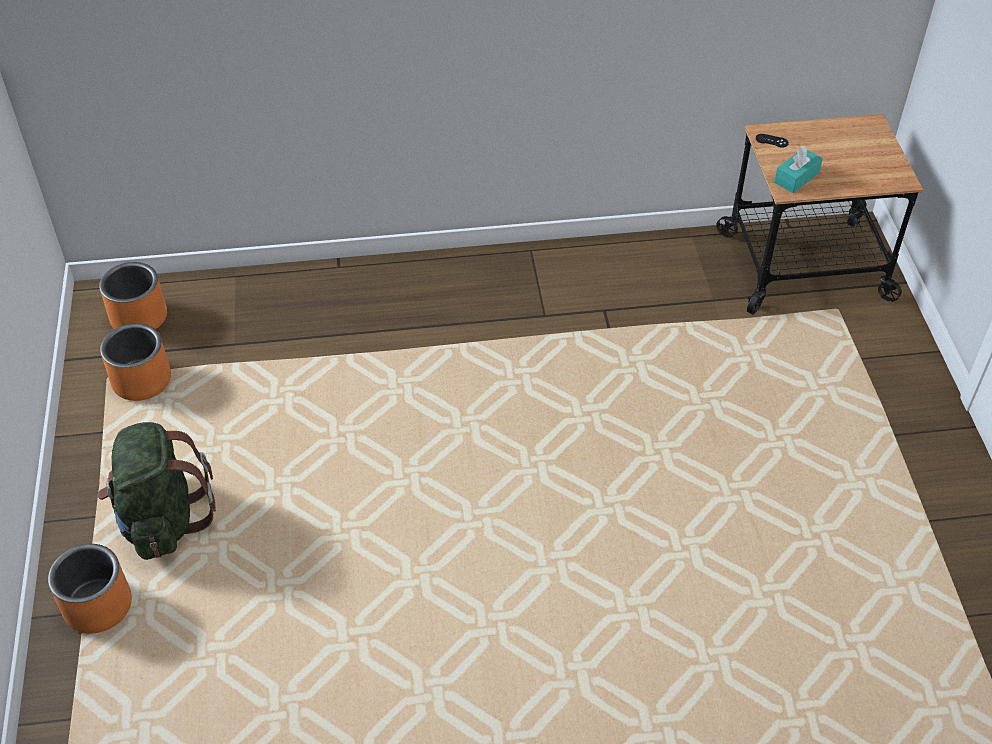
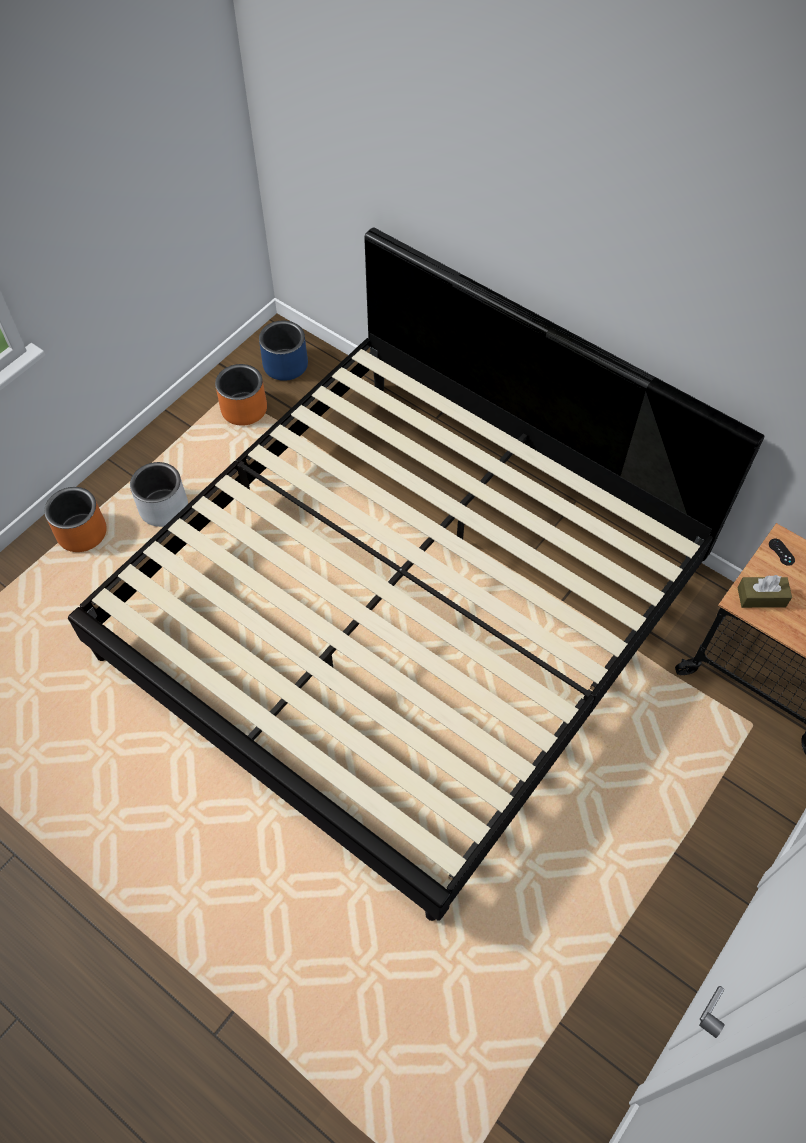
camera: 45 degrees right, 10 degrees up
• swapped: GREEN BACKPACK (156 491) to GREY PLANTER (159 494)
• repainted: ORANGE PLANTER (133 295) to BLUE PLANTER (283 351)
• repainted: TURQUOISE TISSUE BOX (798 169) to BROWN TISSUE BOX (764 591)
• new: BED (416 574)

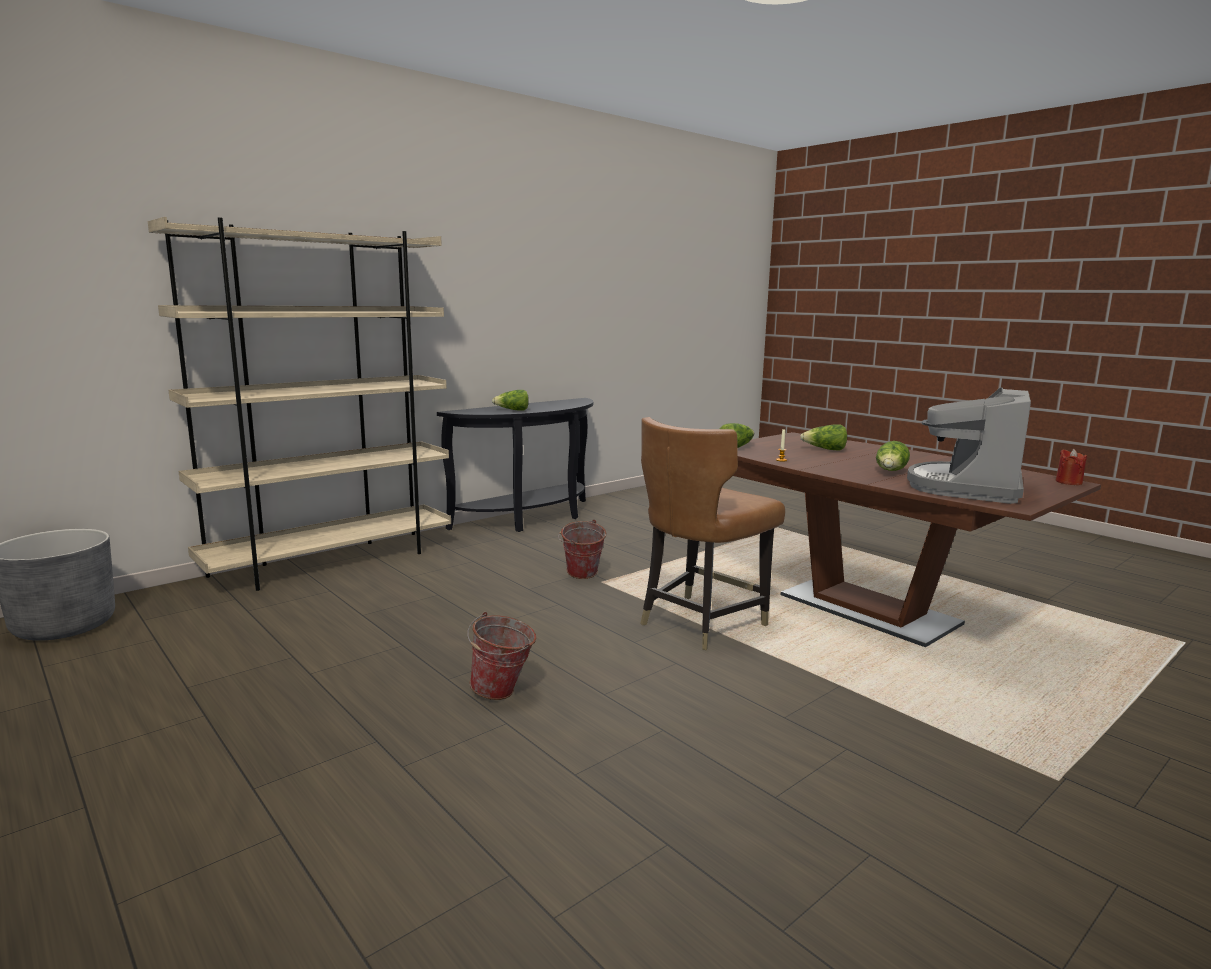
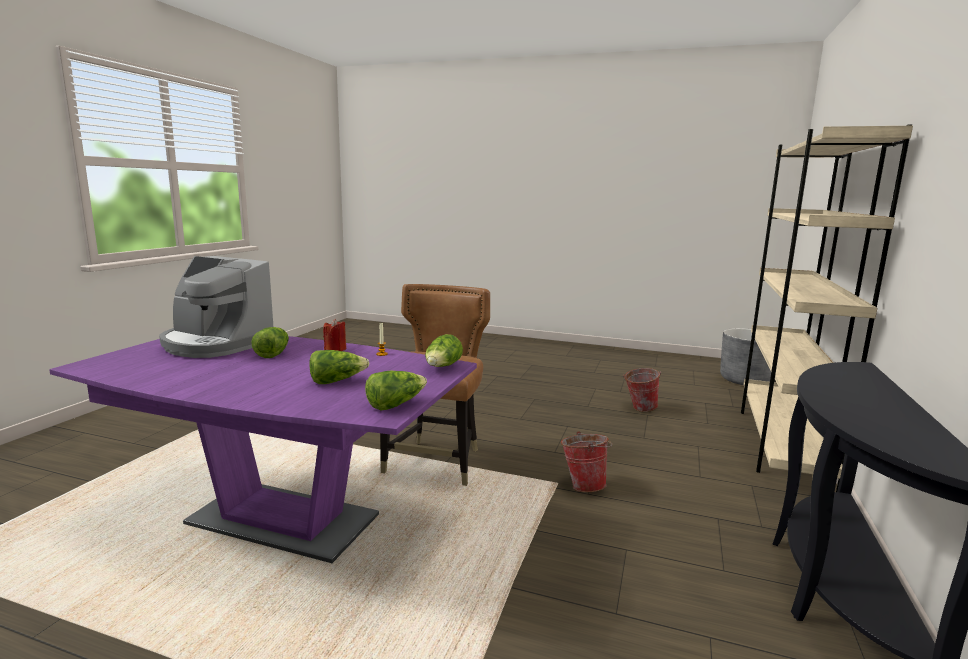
camera: 150 degrees right, 0 degrees up
• shifted: BUCKET (502 656) to (642 390)
• shifted: LETTUCE (510 400) to (396 391)
• repainted: BROWN DINING TABLE (917 539) to PURPLE DINING TABLE (263 449)
• rotated: COFFEE MACHINE (969 446) = (216 307) 120 degrees clockwise
• shifted: RED CANDLE (1071 467) to (334 335)

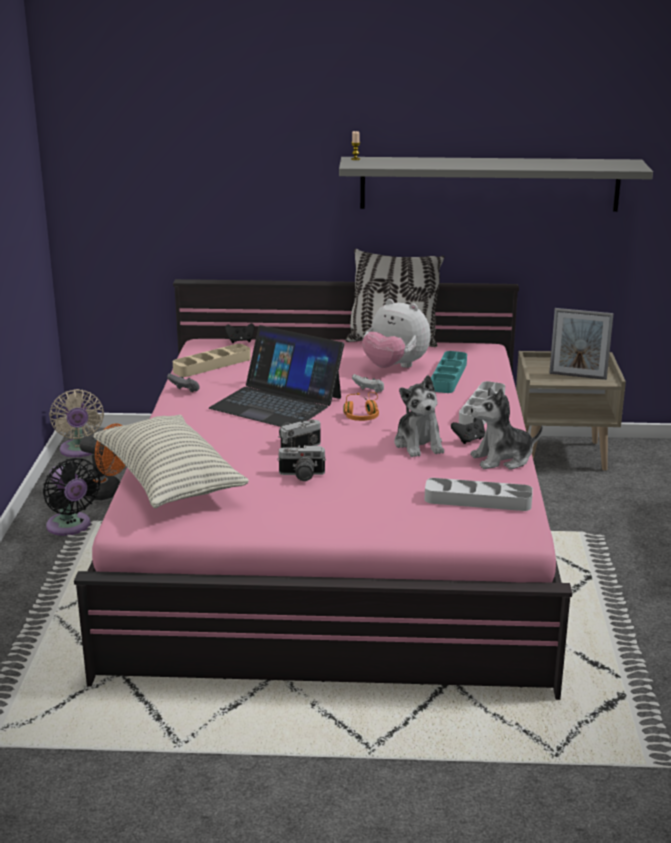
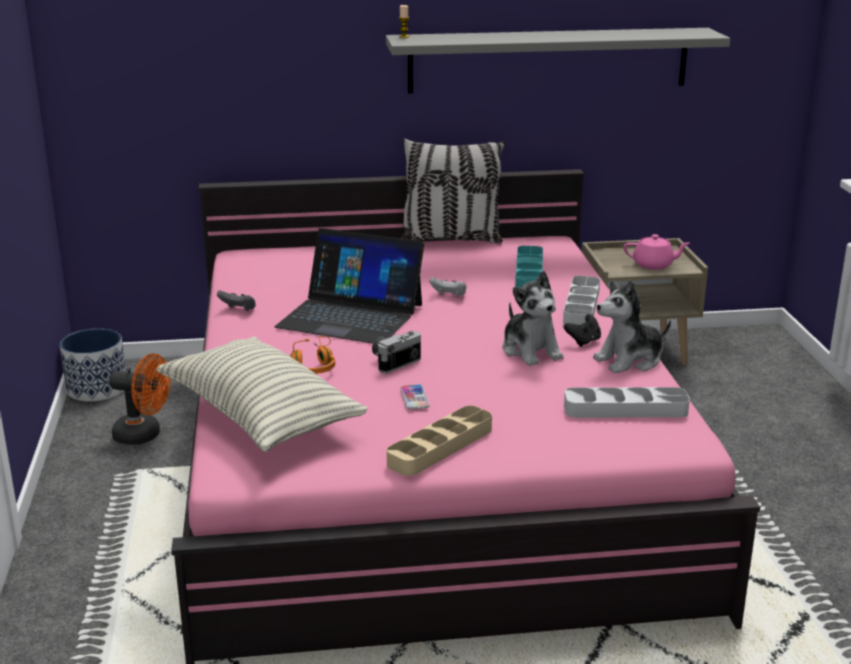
camera: 10 degrees left, 0 degrees up
• gone: BLACK FAN (72 497)
• swapped: BEIGE FAN (76 423) to PLANTER (93 365)
• shifted: BEIGE TRAY (212 360) to (439 440)
• gone: BLACK GAME CONTROLLER (240 333)
• swapped: PHOTO CAMERA (301 463) to PHONE (415 396)
• shifted: ORANGE HEADPHONES (361 406) to (312 355)
• gone: PLUSH TOY (396 333)
• swapped: PICTURE FRAME (581 344) to PINK TEAPOT (656 252)

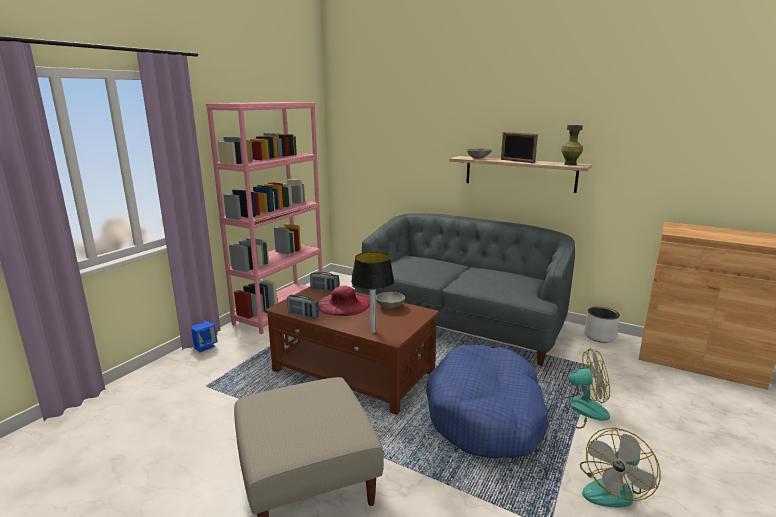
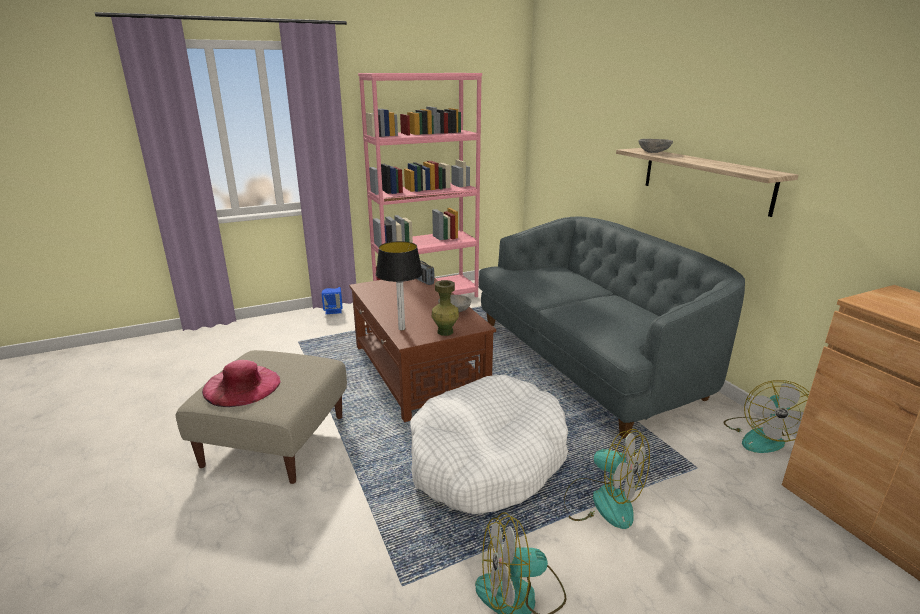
camera: 35 degrees right, 5 degrees up
• gone: RADIO (303 307)
• shifted: PINK HAT (344 301) to (241 383)
• repainted: BLUE DOG BED (487 402) to WHITE DOG BED (489 444)
• gone: PICTURE FRAME (519 147)
• shifted: GREEN VASE (572 145) to (445 308)
• swapped: GREY PLANTER (602 325) to FAN (767 416)

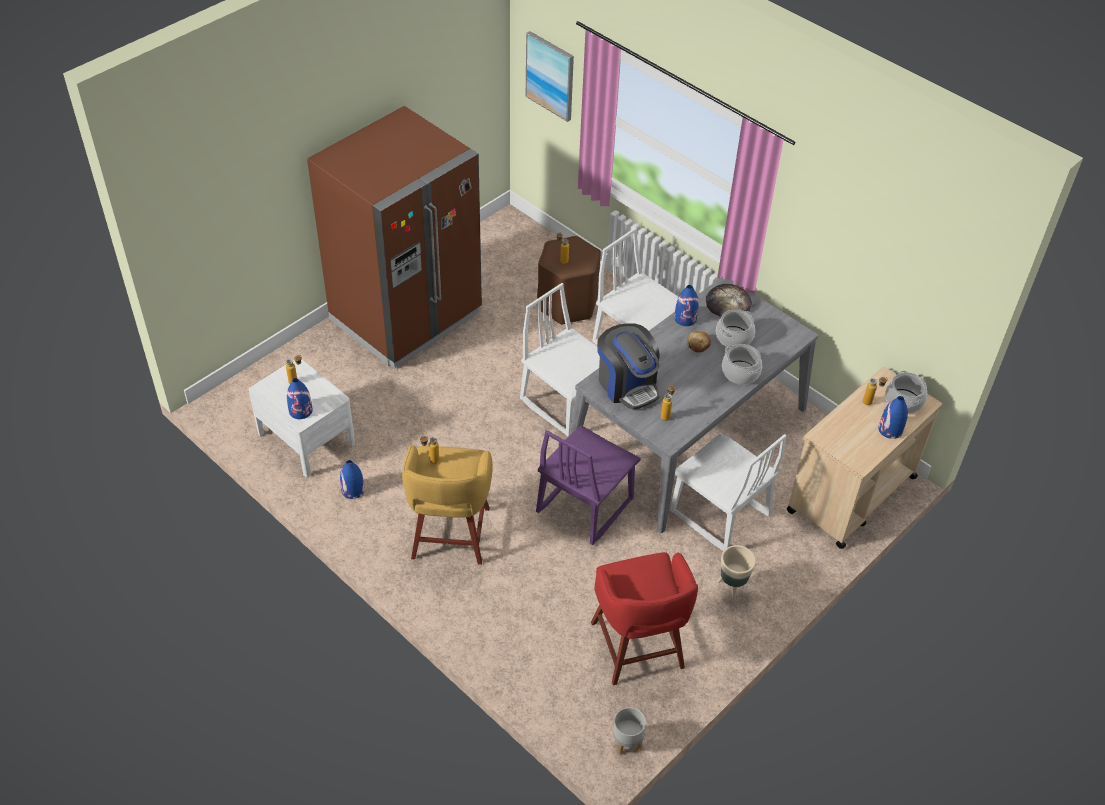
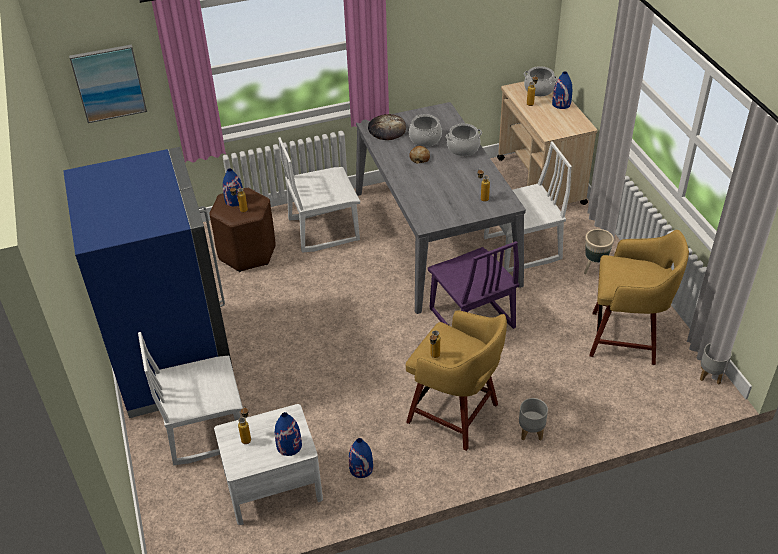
camera: 60 degrees left, 5 degrees down
• repainted: BROWN FRIDGE (394 237) to BLUE FRIDGE (148 282)
• shifted: WHITE CHAIR (560 360) to (190 398)
• repainted: RED STOOL (644 618) to YELLOW STOOL (639 297)
• gone: COFFEE MACHINE (628 366)
• shifted: BLUE VASE (686 305) to (233 187)
• new: GREY PLANTER (533 419)

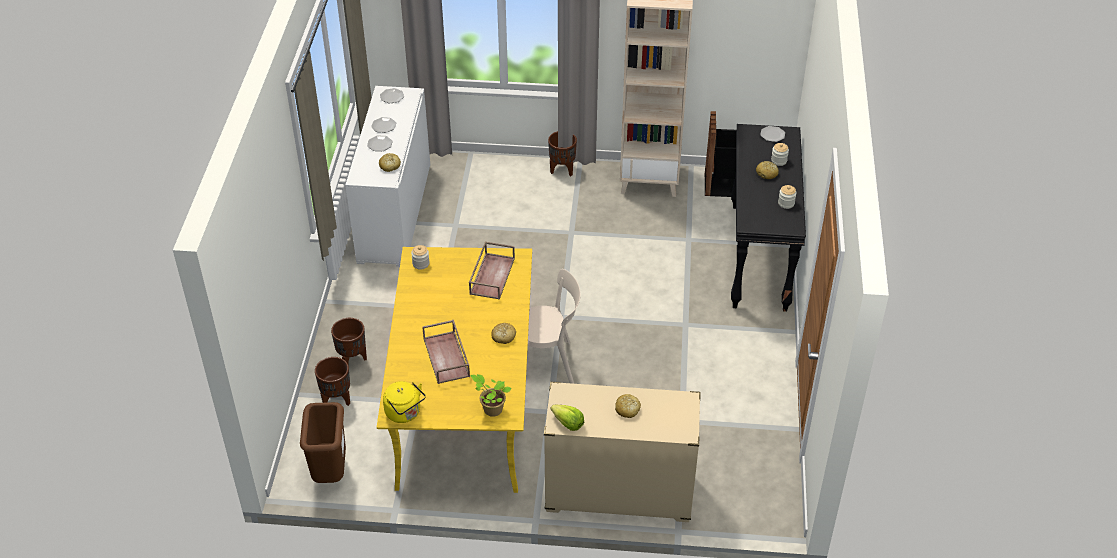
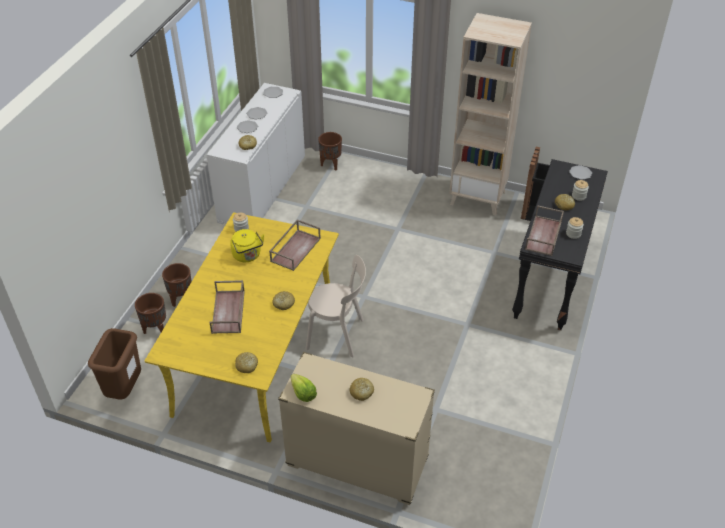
camera: 15 degrees right, 0 degrees up
• shifted: YELLOW KETTLE (404 402) to (247 245)
• swapped: POTTED PLANT (491 395) to BREAD (246 362)
• shifted: BROWN PLANTER (562 153) to (330 151)
• new: BROWN TRAY (544 230)

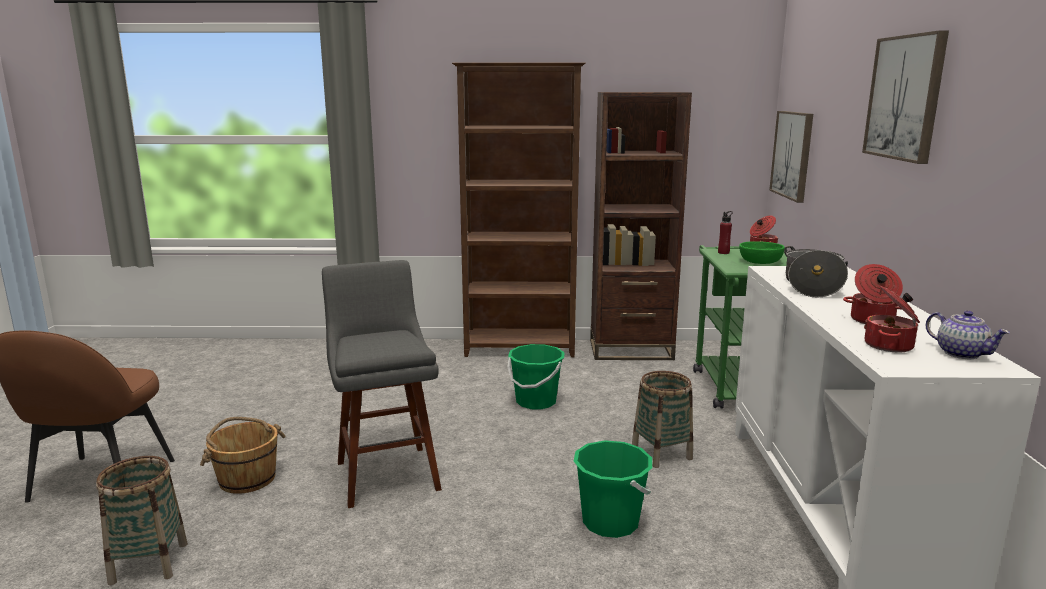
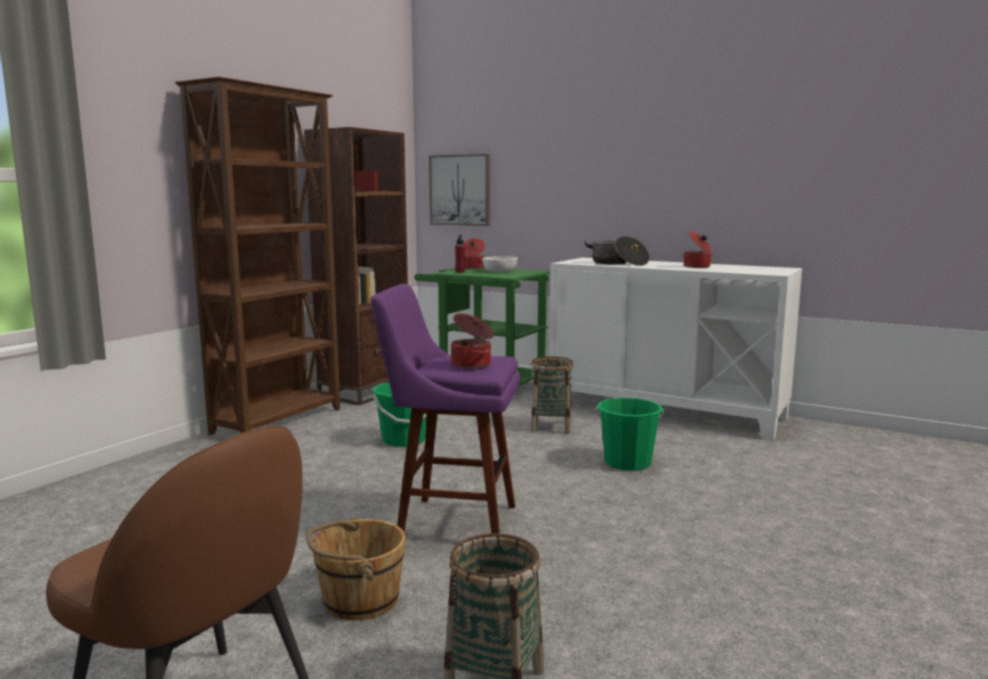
camera: 60 degrees left, 5 degrees down
• repainted: GREY STOOL (382 384) to PURPLE STOOL (445 409)
• repainted: GREEN BOWL (762 252) to WHITE BOWL (500 264)
• gone: PICTURE (905 97)
• shifted: COOKING POT (892 319) to (472 341)
• gone: TEAPOT (968 335)

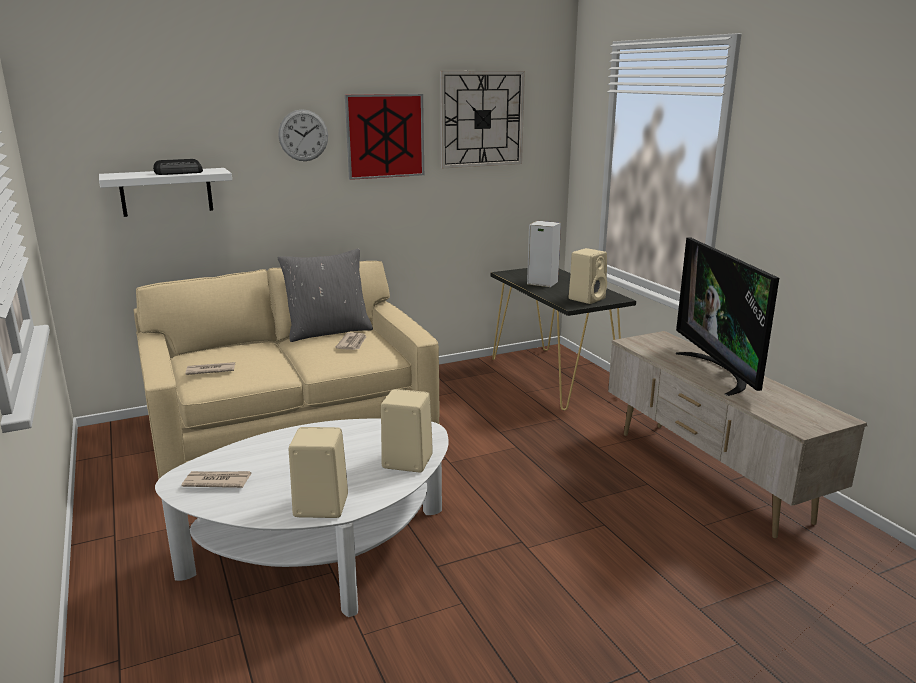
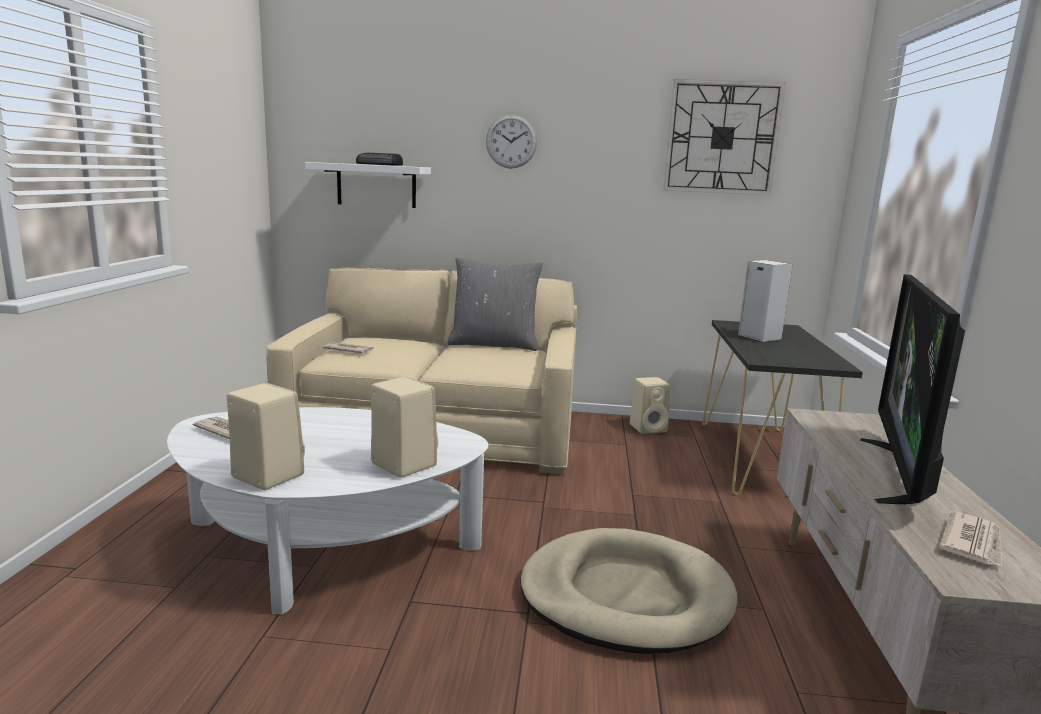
camera: 30 degrees right, 5 degrees down
• shifted: NEWSPAPER (350 341) to (970 539)
• gone: PICTURE (384 137)
• shifted: BEIGE SPEAKER (588 276) to (650 405)
• new: BEIGE DOG BED (628 591)

